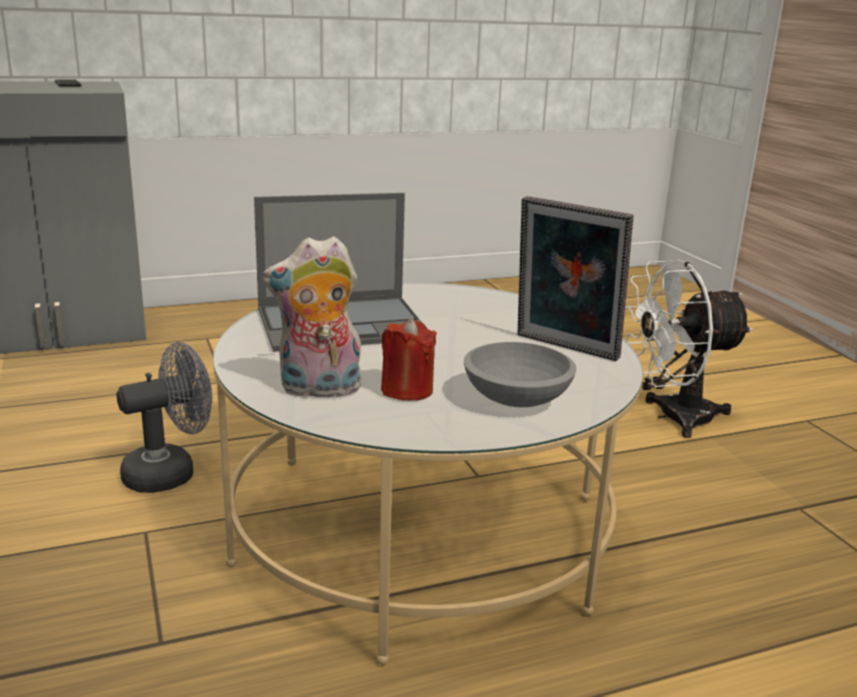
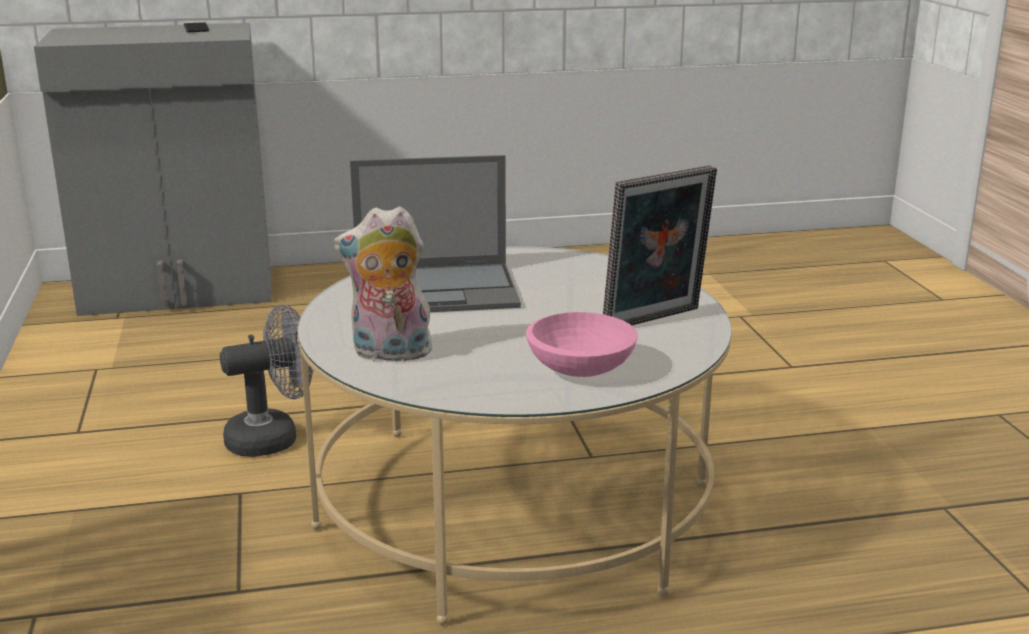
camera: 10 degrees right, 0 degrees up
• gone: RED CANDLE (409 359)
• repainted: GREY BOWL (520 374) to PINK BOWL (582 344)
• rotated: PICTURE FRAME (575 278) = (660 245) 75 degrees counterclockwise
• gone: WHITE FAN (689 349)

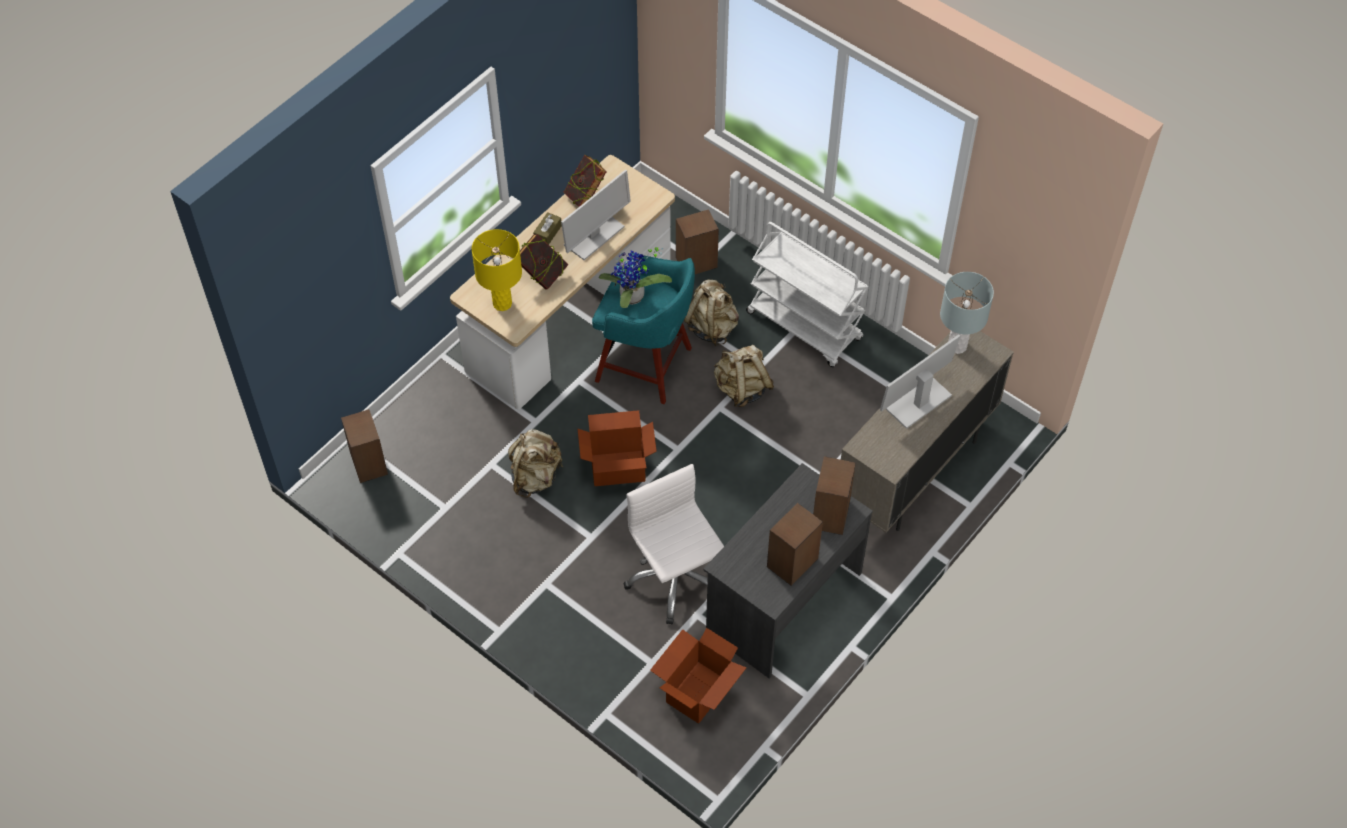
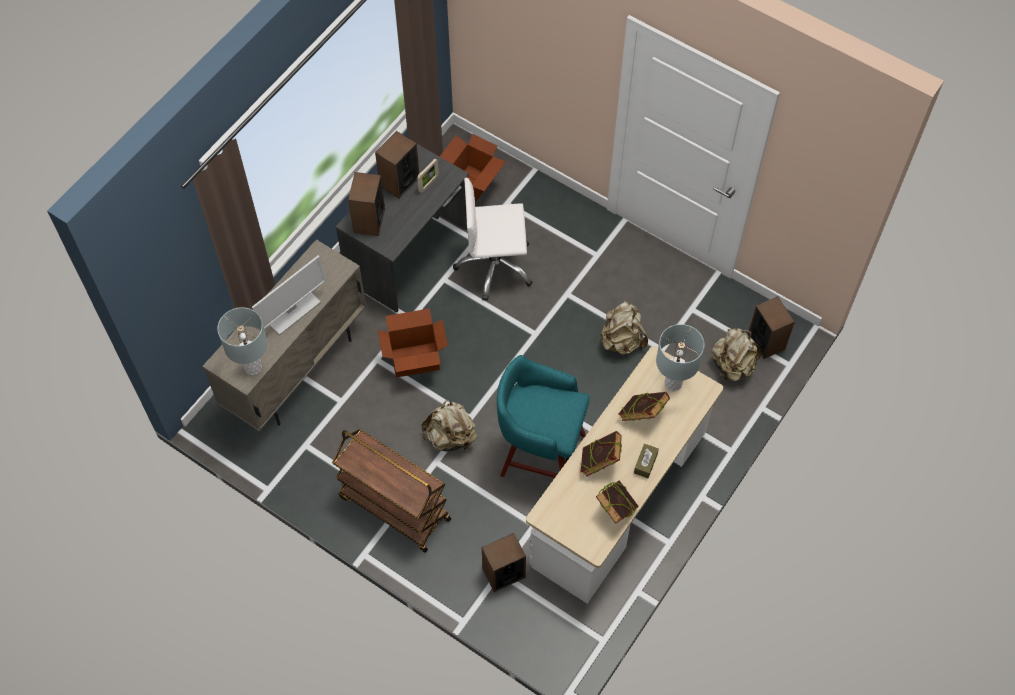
camera: 175 degrees right, 5 degrees up
• repainted: YELLOW TABLE LAMP (497 270) to GREY TABLE LAMP (680 357)
• swapped: MONITOR (596 214) to BOOK (601 454)
• shifted: CARDBOARD BOX (617 448) to (413 343)
• gone: POTTED PLANT (635 277)
• rotated: WHITE OFFICE CHAIR (674 544) = (493 239) 120 degrees clockwise
• shifted: BEIGE BACKPACK (711 313) to (736 354)
• repainted: WHITE CART (807 294) to BROWN CART (391 491)
• new: PICTURE FRAME (428 175)

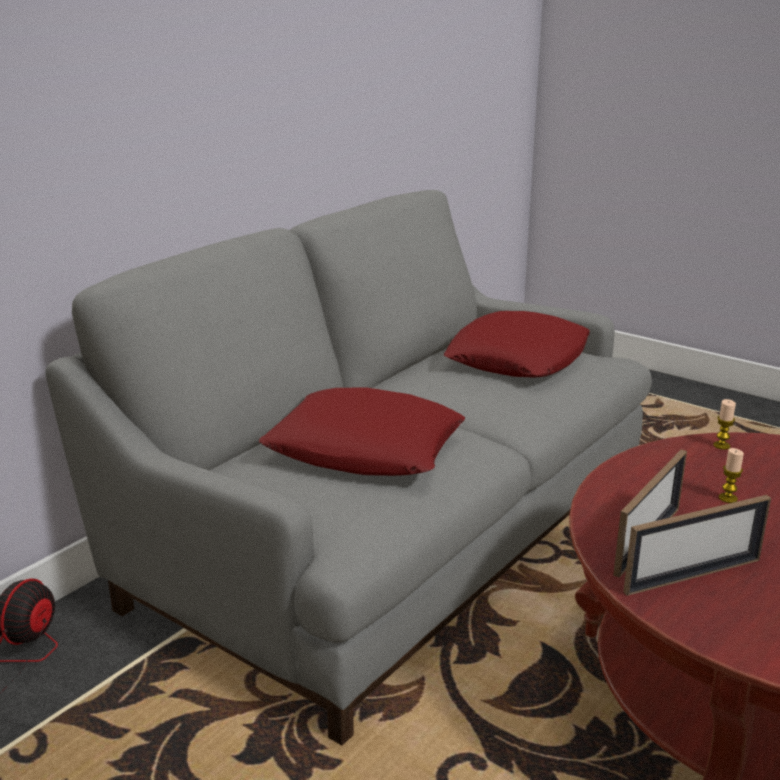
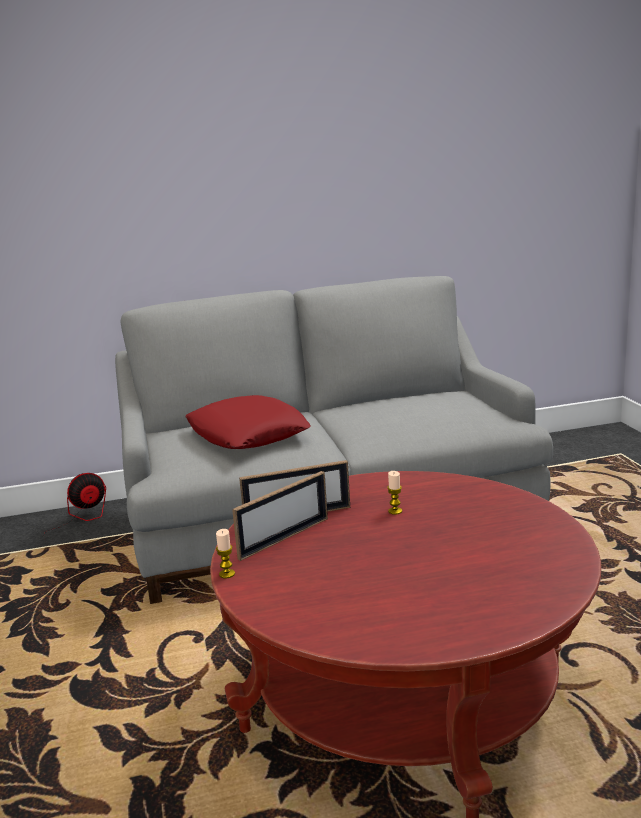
camera: 40 degrees right, 5 degrees down
• gone: RED PILLOW (517 344)
• rotated: PICTURE FRAME (697 545) = (280 516) 60 degrees counterclockwise
• shifted: CANDLE (724 424) to (225 553)

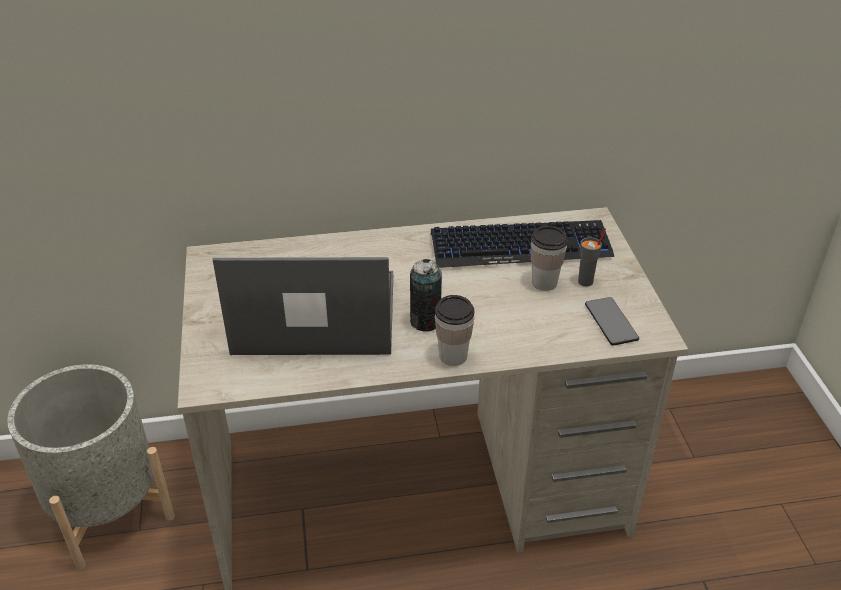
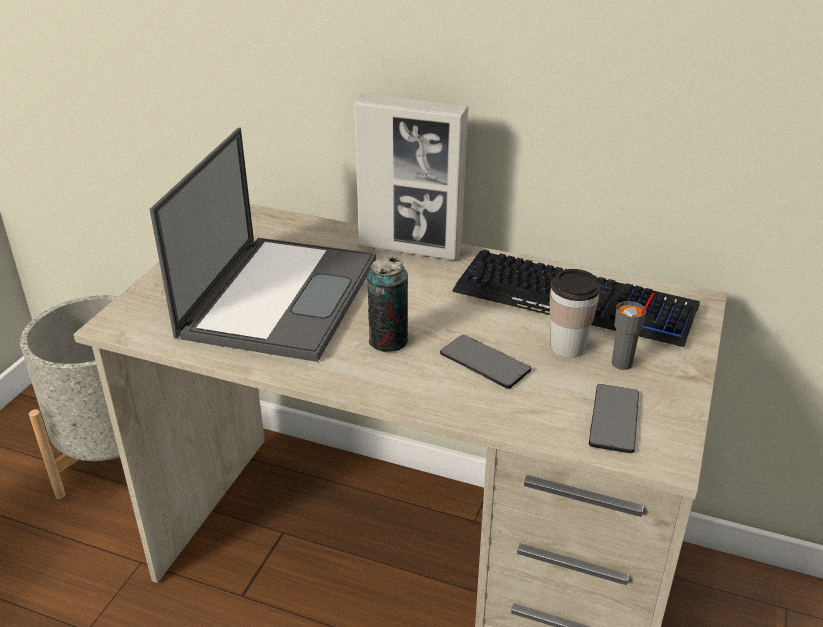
camera: 30 degrees right, 5 degrees down
• rotated: LAPTOP (302 306) = (263 244) 75 degrees clockwise
• gone: CUP (454 330)
• new: PICTURE FRAME (411 177)
• new: PHONE (485 362)

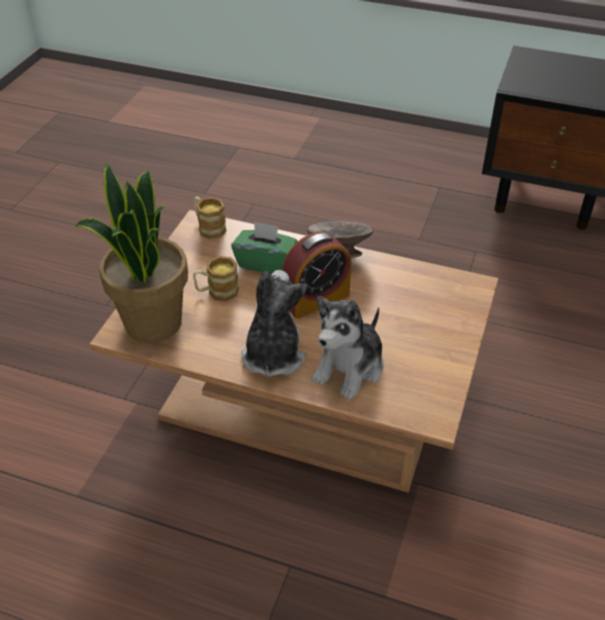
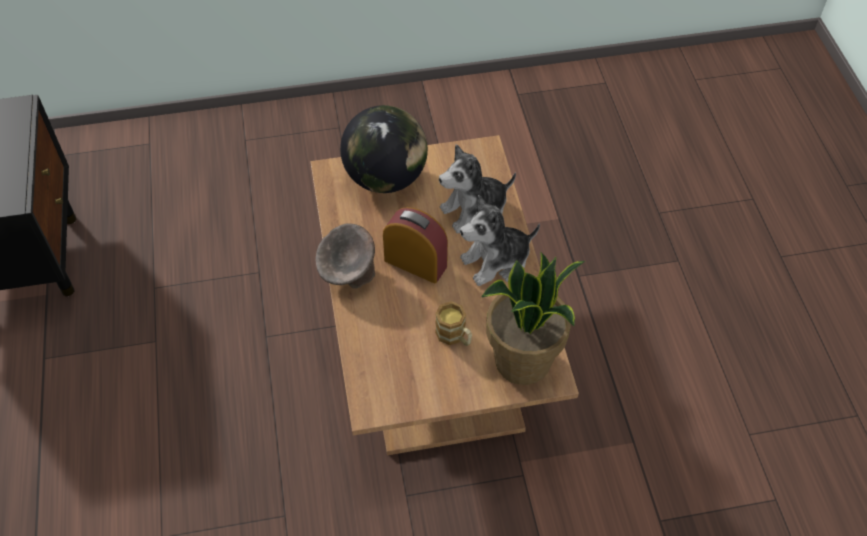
camera: 120 degrees left, 10 degrees up
• gone: MUG (210 218)
• gone: GREEN TISSUE BOX (264 247)
• rotated: PLUSH TOY (347 348) = (477 188) 150 degrees clockwise
• new: GLOBE (384 149)

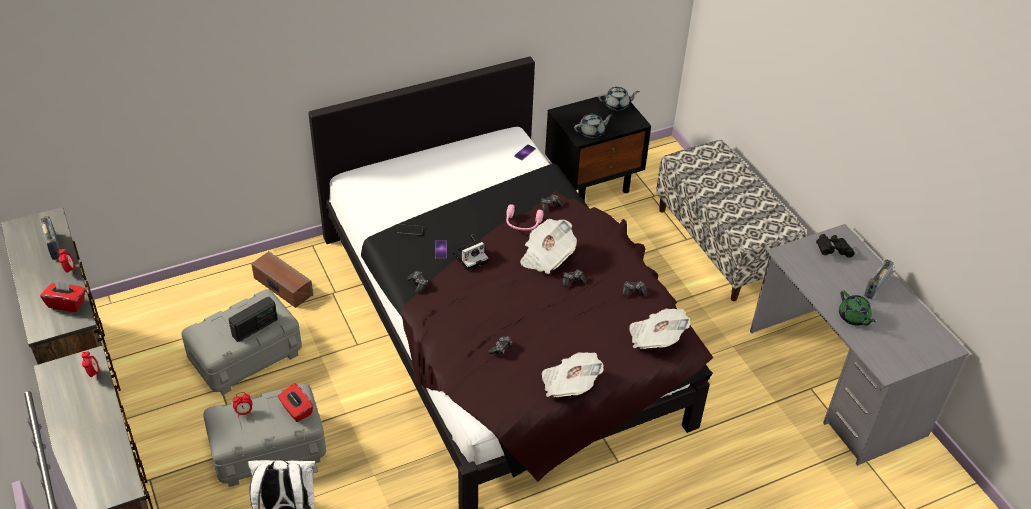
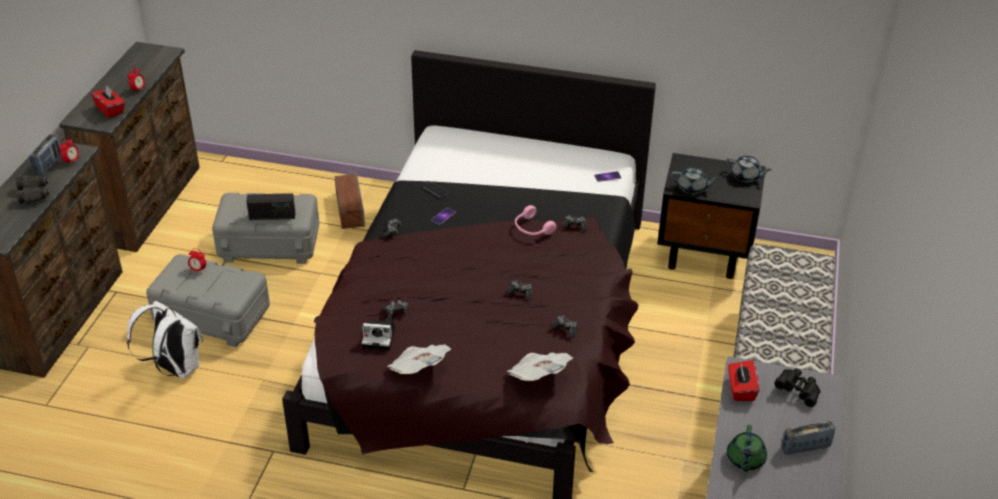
camera: 40 degrees right, 5 degrees down
• shifted: RADIO (50 238) to (45 154)
• shifted: RED TISSUE BOX (295 402) to (743 380)
• shifted: PHOTO CAMERA (471 252) to (378 332)
• gone: NEWSPAPER (548 246)
• new: BLACK BINOCULARS (32 190)

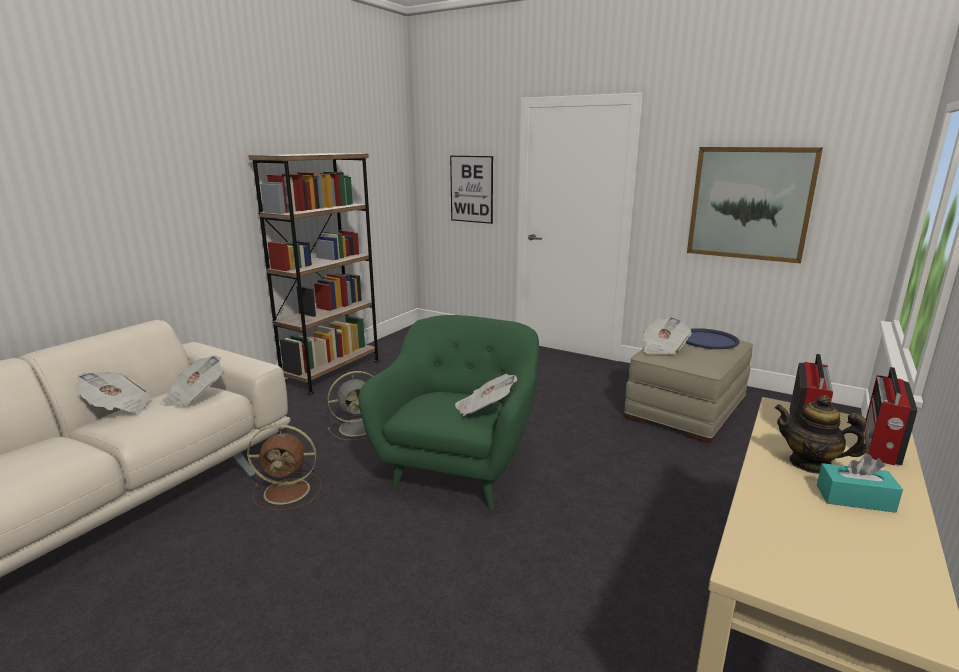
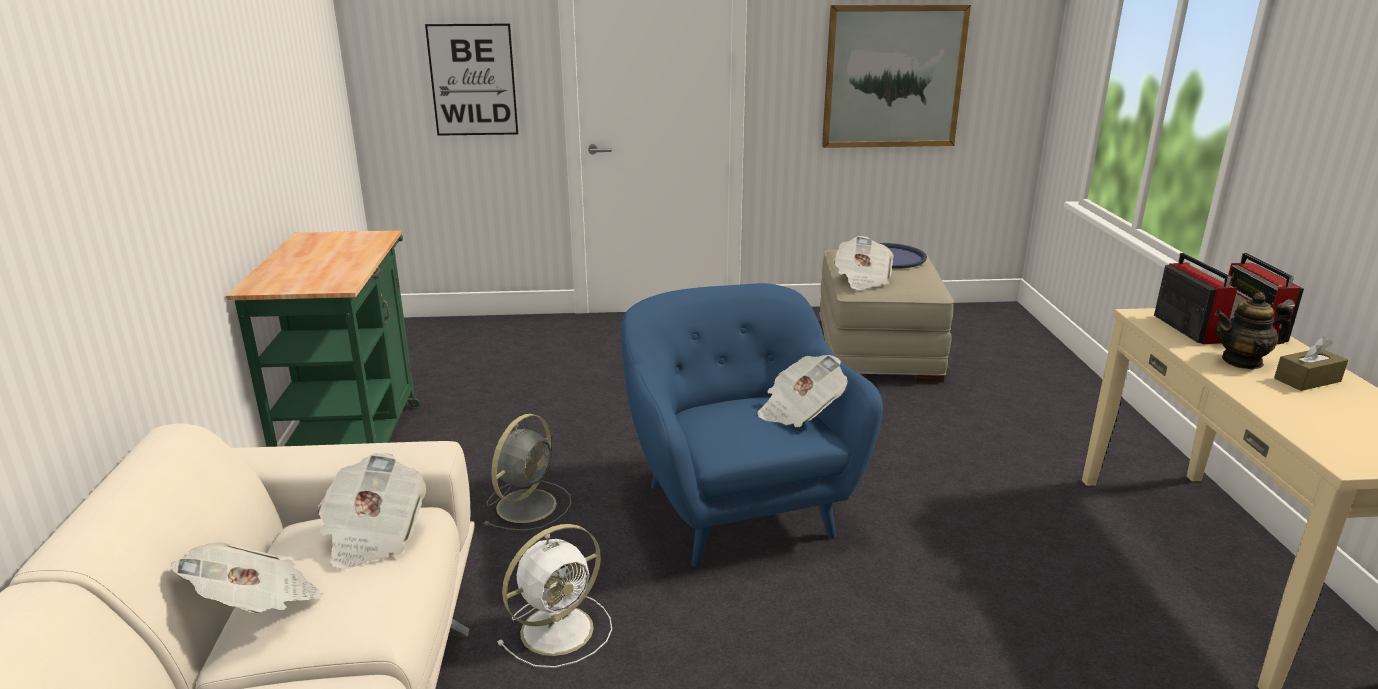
camera: 35 degrees left, 5 degrees up
• repainted: BROWN FAN (284 467) to WHITE FAN (554 596)
• swapped: BROWN BOOKCASE (314 274) to GREEN CART (323 338)
• repainted: GREEN ARMCHAIR (449 412) to BLUE ARMCHAIR (752 425)
• repainted: TURQUOISE TISSUE BOX (860 483) to BROWN TISSUE BOX (1311 364)

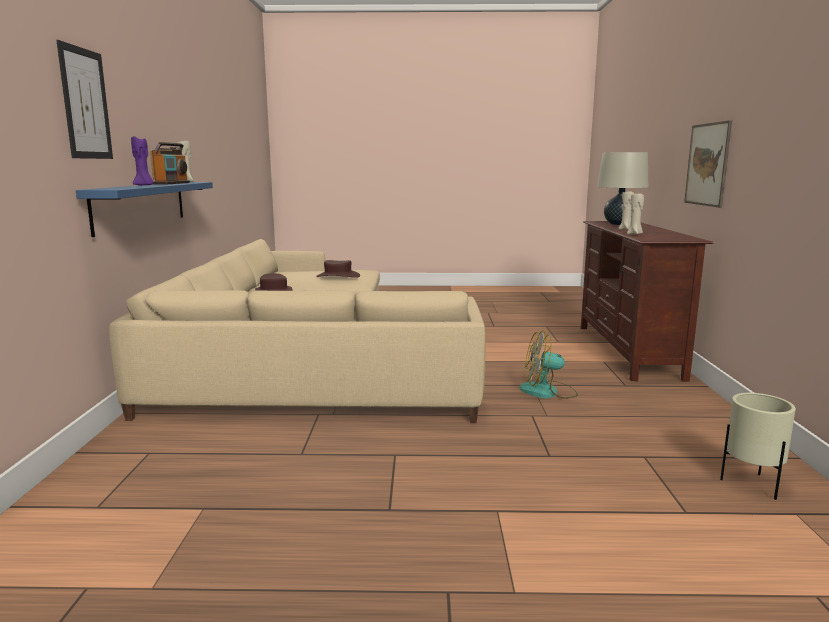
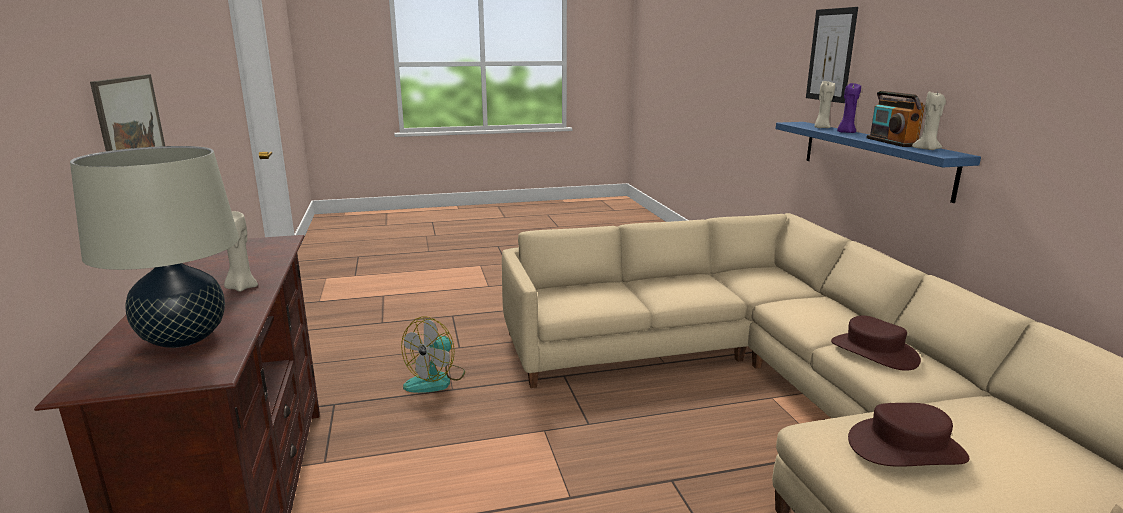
camera: 165 degrees right, 5 degrees up
• rotated: FAN (549 364) = (433 355) 135 degrees clockwise
• shifted: BEIGE CANDLE (635 213) to (824 104)
• gone: BEIGE PLANTER (758 446)

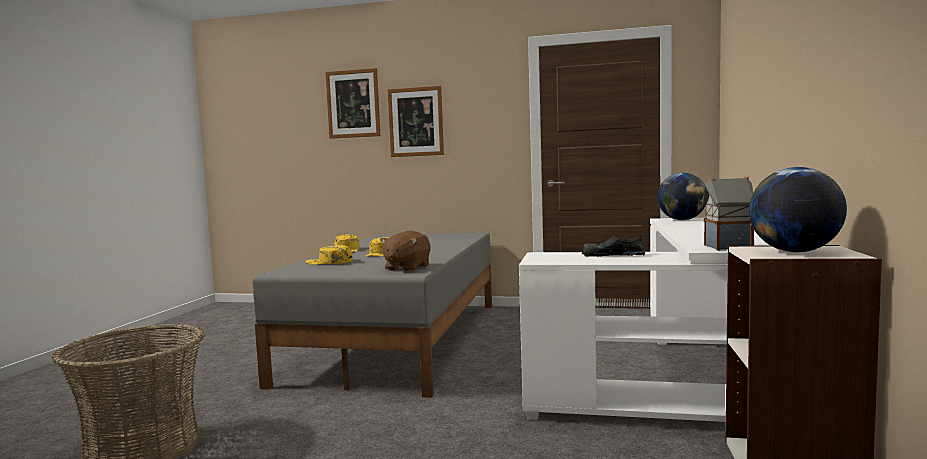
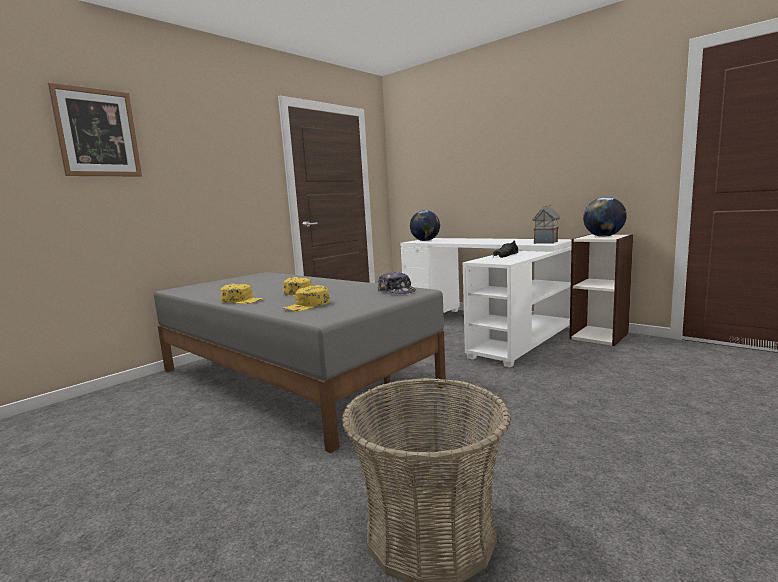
camera: 60 degrees left, 5 degrees up
• swapped: BROWN PLUSH TOY (405 251) to CAP (396 283)
• gone: PICTURE (416 121)

